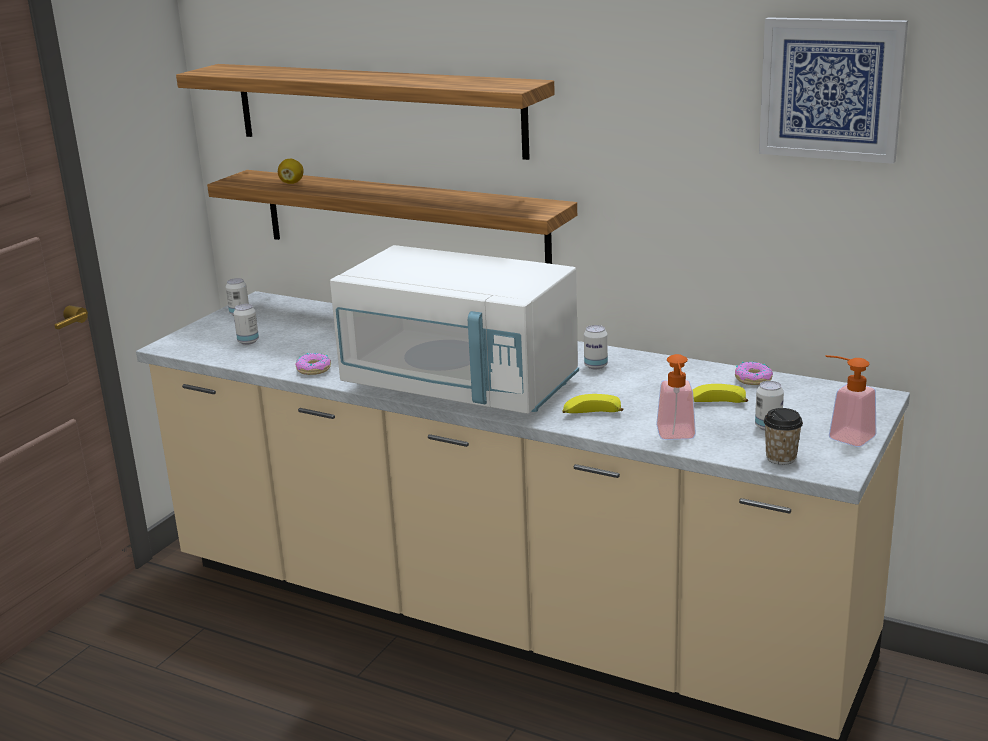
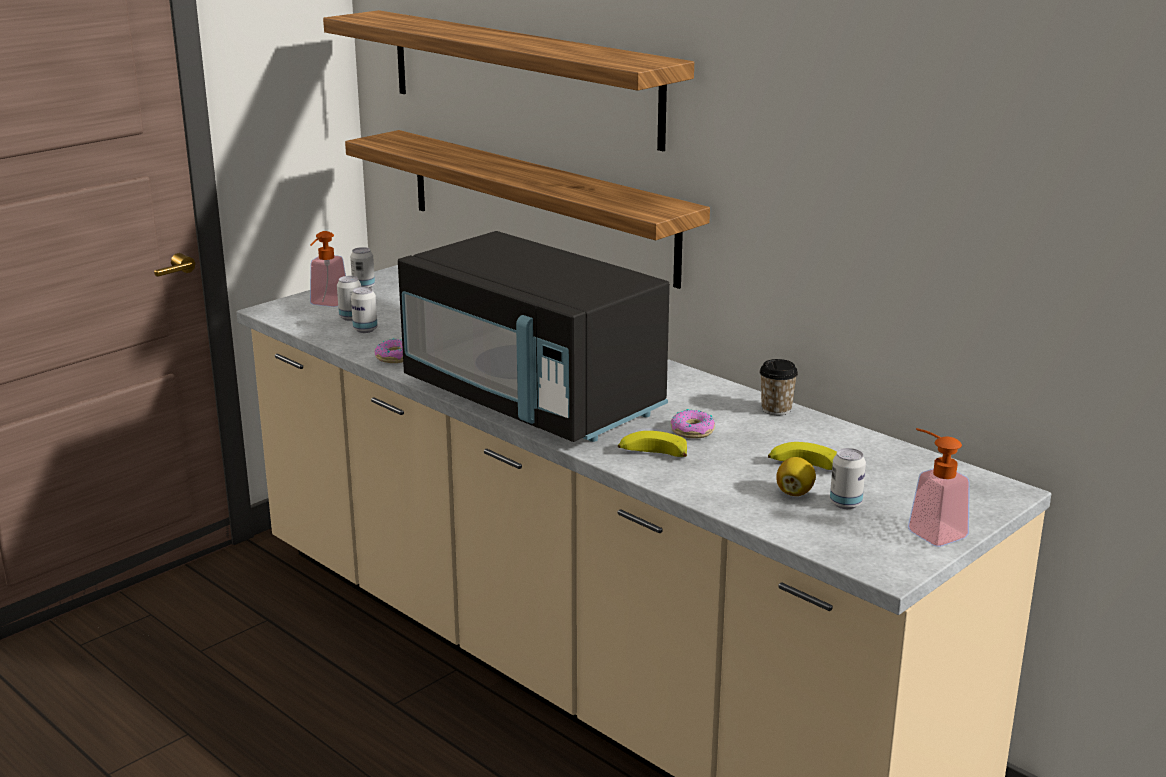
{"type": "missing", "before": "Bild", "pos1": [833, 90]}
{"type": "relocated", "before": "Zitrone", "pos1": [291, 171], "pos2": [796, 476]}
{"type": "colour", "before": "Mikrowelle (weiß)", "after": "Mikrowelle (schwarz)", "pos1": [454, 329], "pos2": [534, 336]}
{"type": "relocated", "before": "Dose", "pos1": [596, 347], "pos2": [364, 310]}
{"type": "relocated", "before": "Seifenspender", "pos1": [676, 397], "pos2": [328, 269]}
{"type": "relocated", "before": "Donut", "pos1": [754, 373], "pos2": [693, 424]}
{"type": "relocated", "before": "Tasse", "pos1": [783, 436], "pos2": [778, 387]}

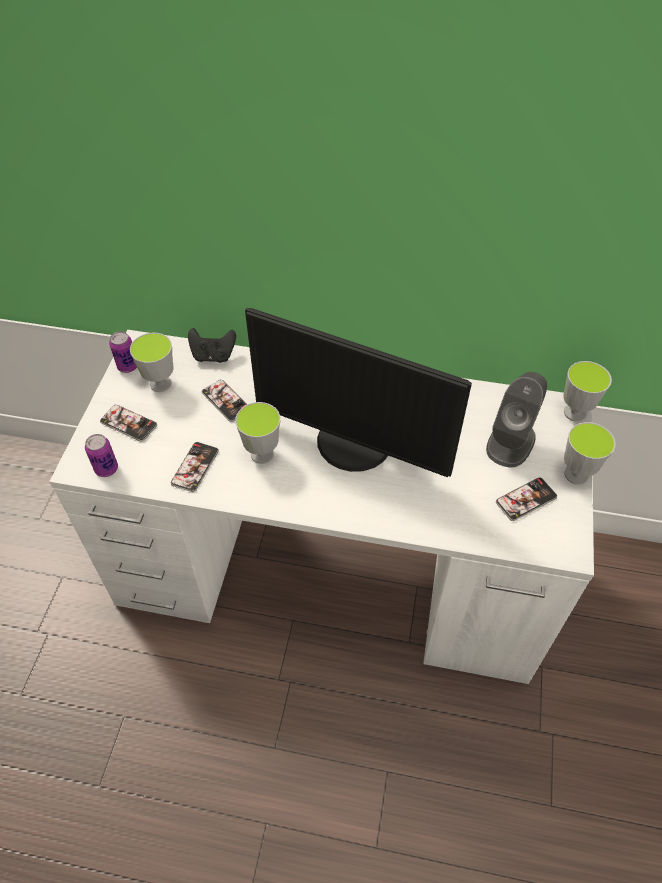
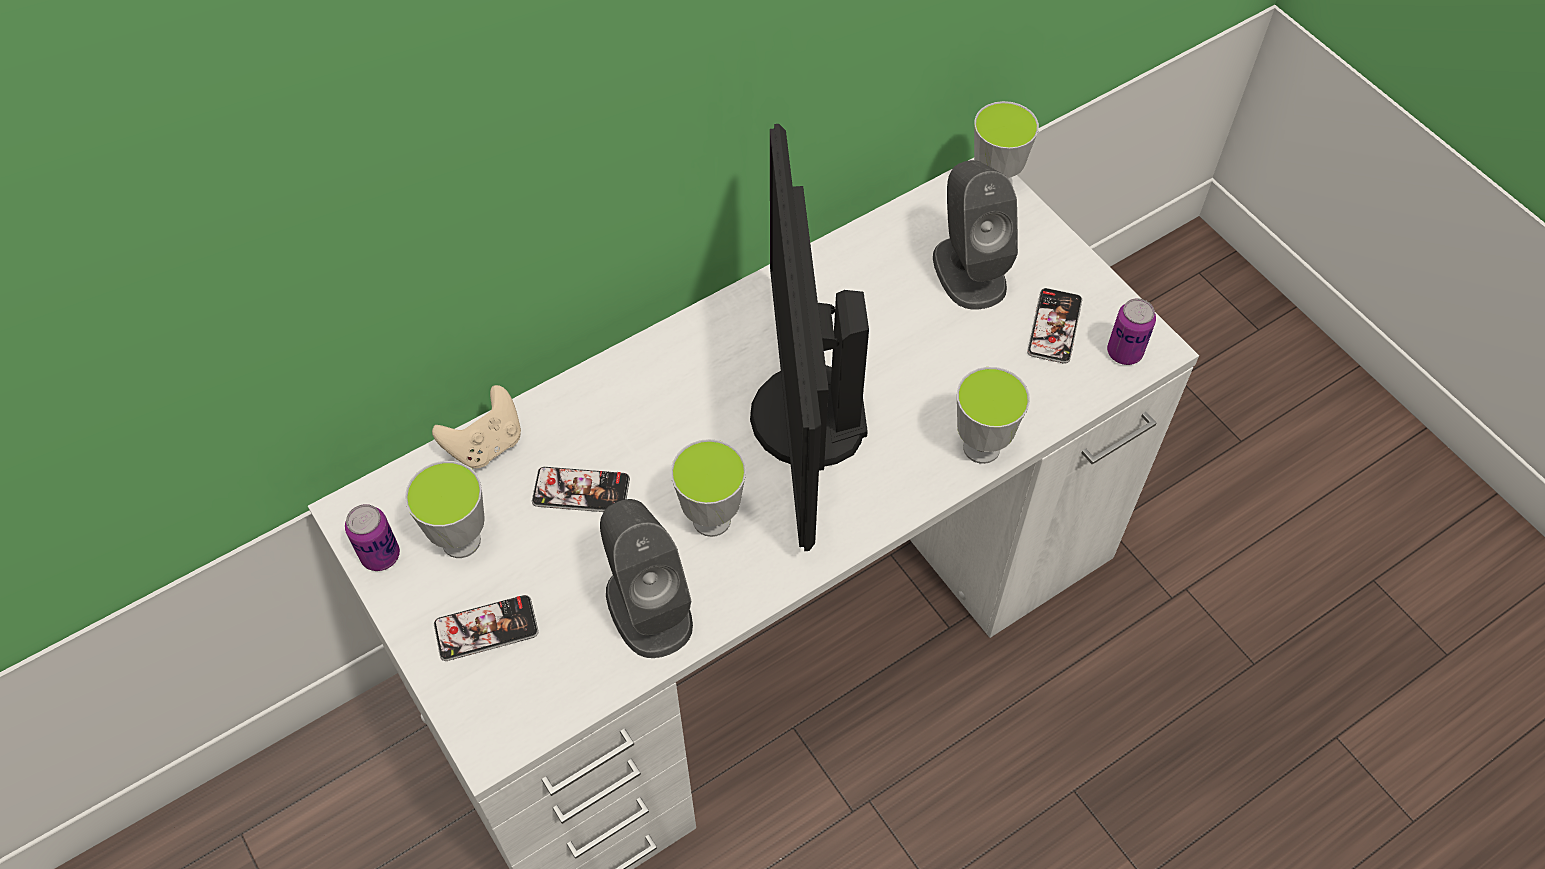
{"type": "spun", "before": "Monitor", "pos1": [358, 392], "pos2": [809, 337], "turn": 105}
{"type": "colour", "before": "Gamepad (schwarz)", "after": "Gamepad (beige)", "pos1": [212, 345], "pos2": [476, 427]}
{"type": "relocated", "before": "Tasse", "pos1": [590, 453], "pos2": [993, 415]}
{"type": "relocated", "before": "Dose", "pos1": [101, 455], "pos2": [1131, 331]}
{"type": "exchanged", "before": "Handy", "after": "Lautsprecher (grau)", "pos1": [195, 467], "pos2": [646, 578]}

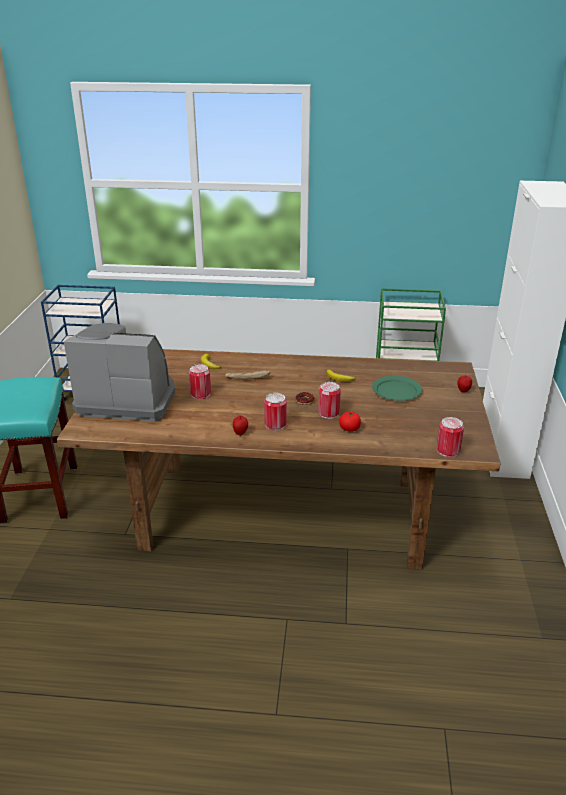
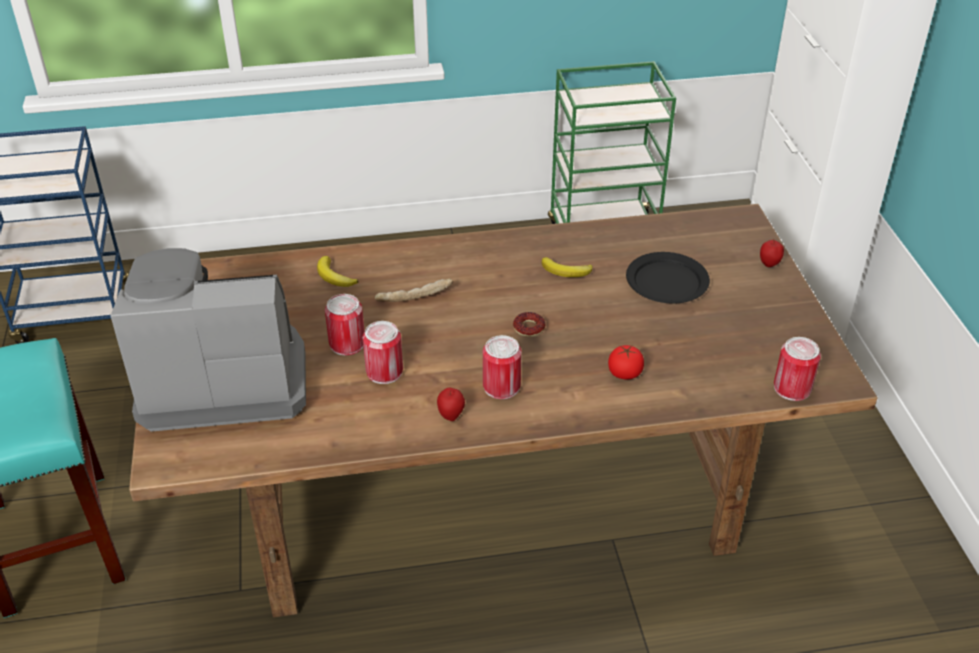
{"type": "colour", "before": "Teller (grün)", "after": "Teller (schwarz)", "pos1": [397, 388], "pos2": [668, 277]}
{"type": "relocated", "before": "Dose", "pos1": [329, 400], "pos2": [383, 352]}

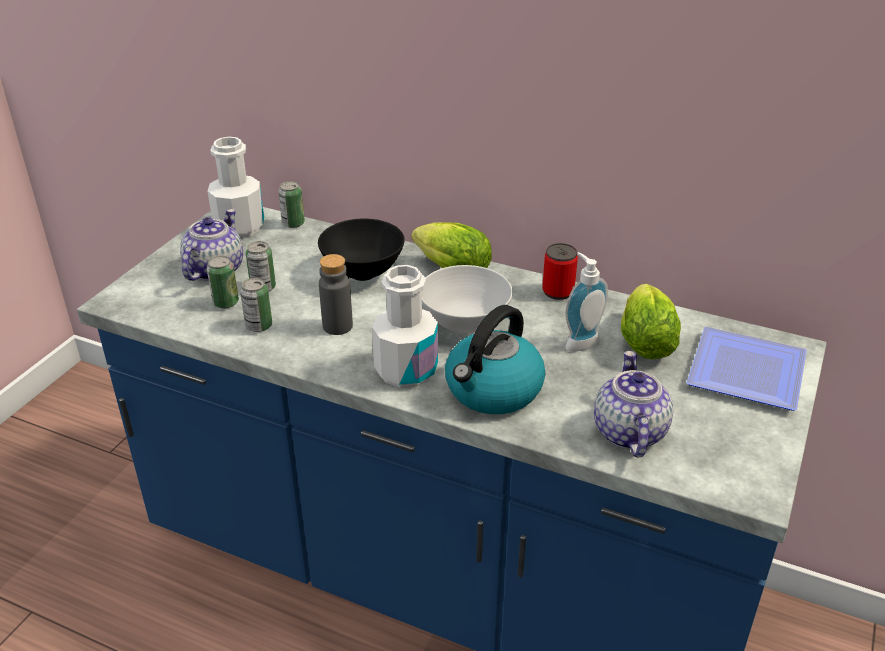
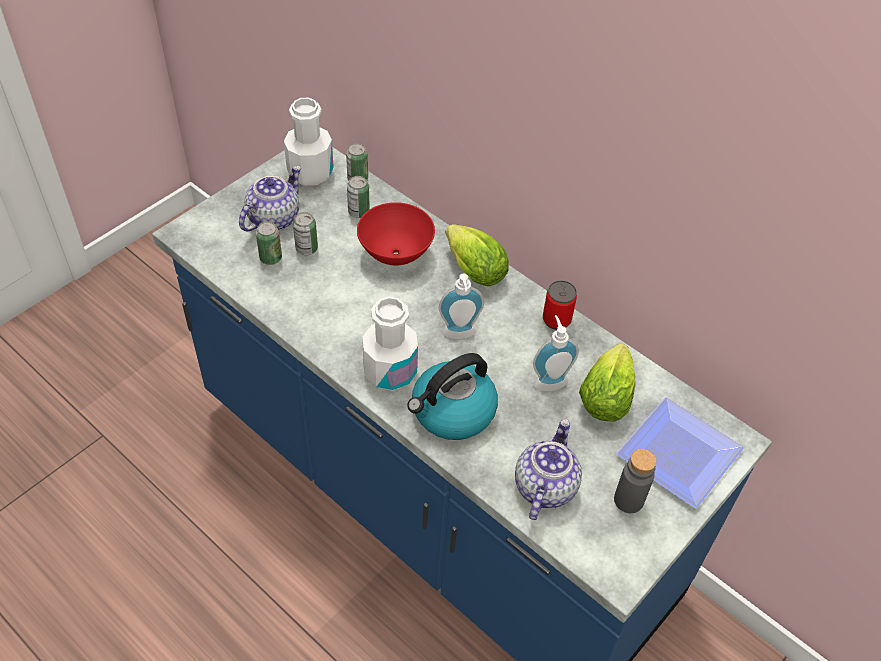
{"type": "colour", "before": "Schüssel (schwarz)", "after": "Schüssel (rot)", "pos1": [361, 250], "pos2": [396, 233]}
{"type": "relocated", "before": "Flasche (grau)", "pos1": [336, 294], "pos2": [635, 481]}
{"type": "exchanged", "before": "Schüssel (weiß)", "after": "Seifenspender", "pos1": [467, 299], "pos2": [461, 306]}
{"type": "relocated", "before": "Dose", "pos1": [256, 305], "pos2": [358, 197]}

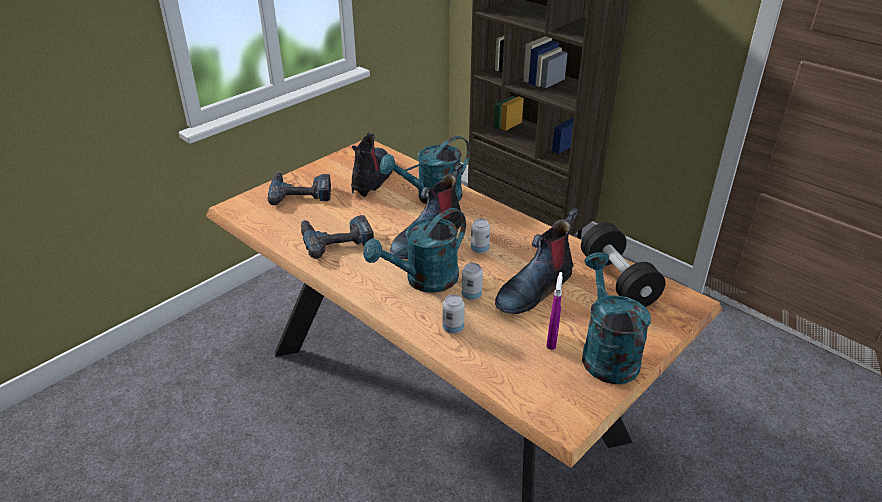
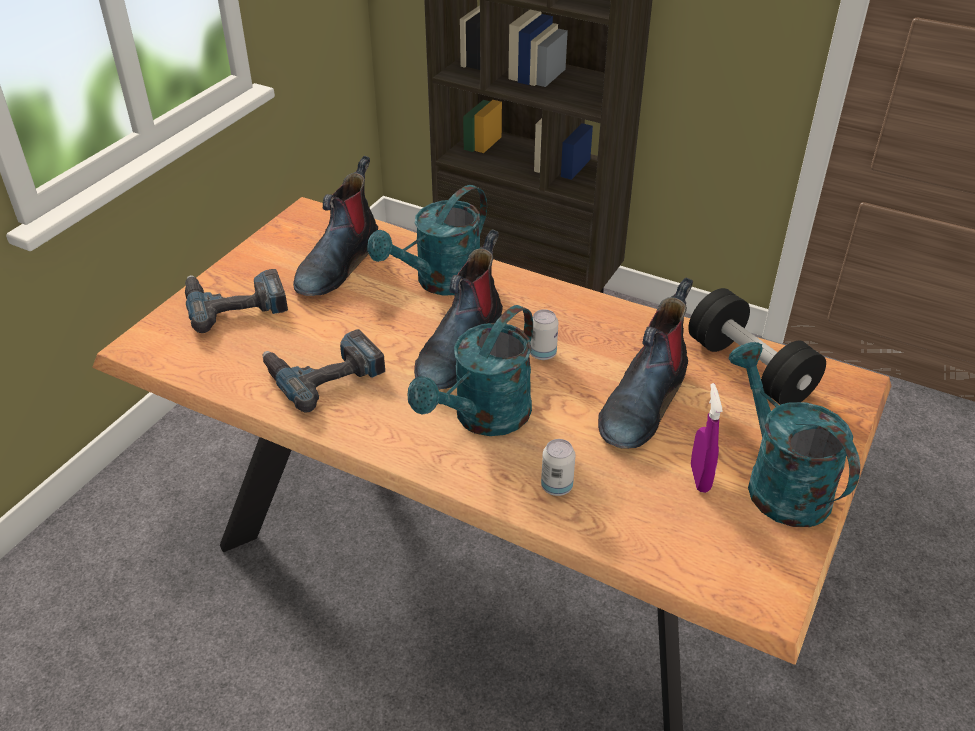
{"type": "spun", "before": "Stiefel", "pos1": [372, 165], "pos2": [335, 226], "turn": -150}
{"type": "missing", "before": "Dose", "pos1": [472, 281]}

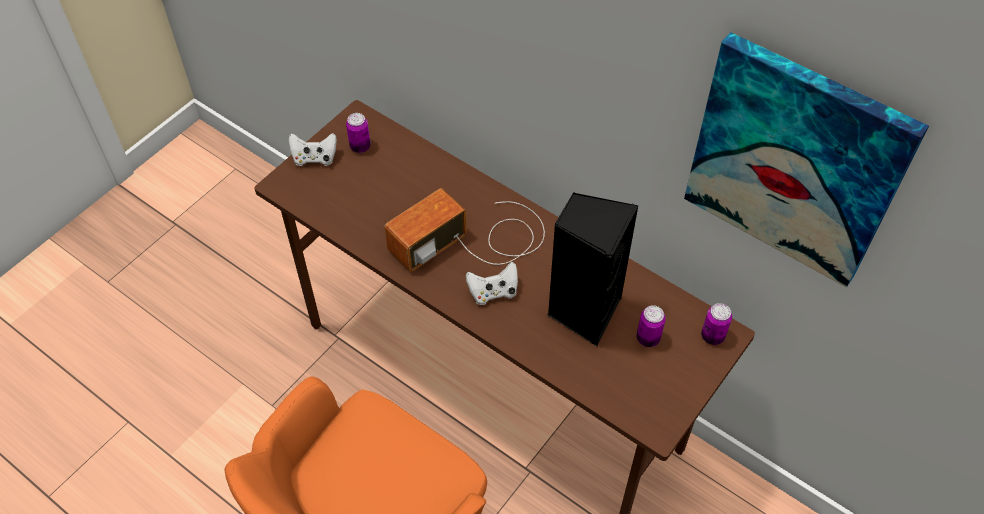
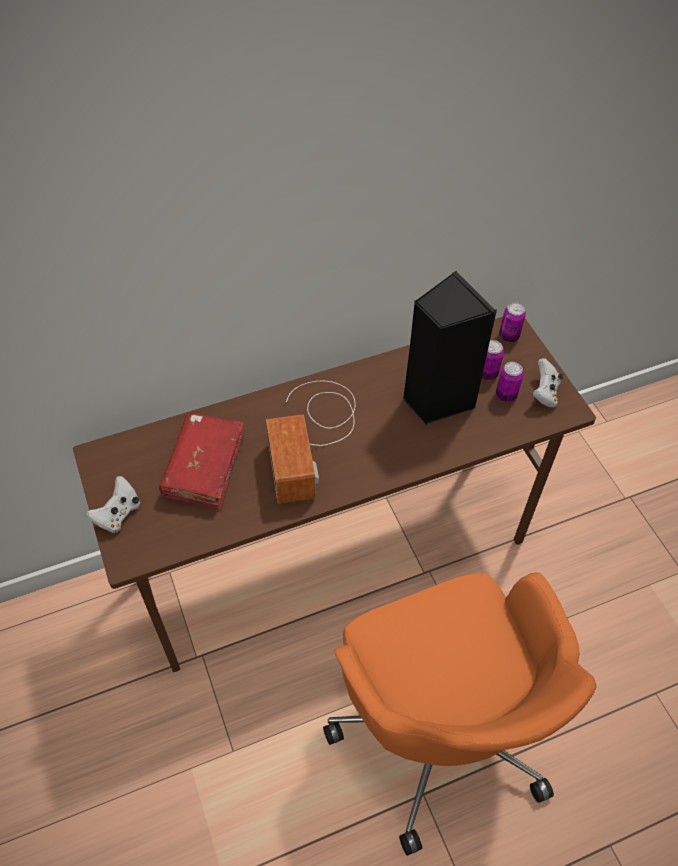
{"type": "missing", "before": "Bild", "pos1": [806, 159]}
{"type": "relocated", "before": "Dose", "pos1": [358, 133], "pos2": [510, 382]}
{"type": "relocated", "before": "Gamepad (weiß)", "pos1": [492, 283], "pos2": [548, 382]}
{"type": "appeared", "after": "Buch (rot)", "pos2": [201, 461]}

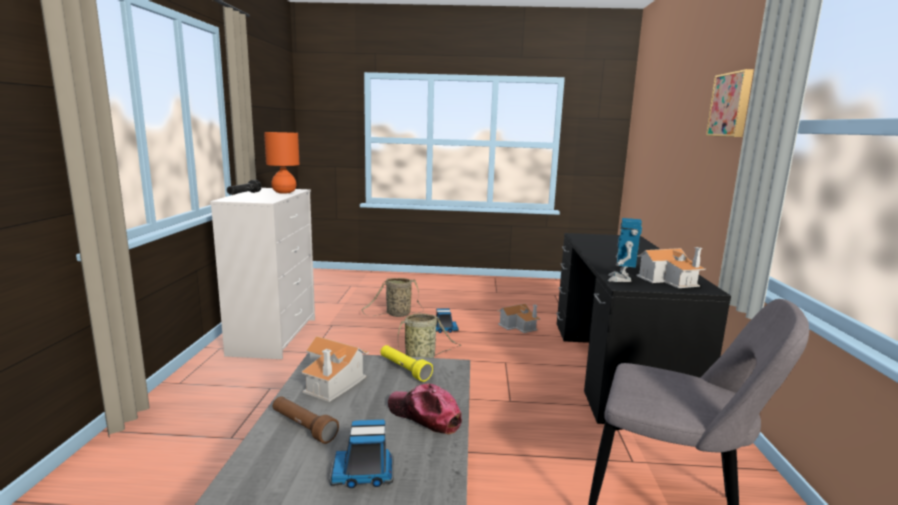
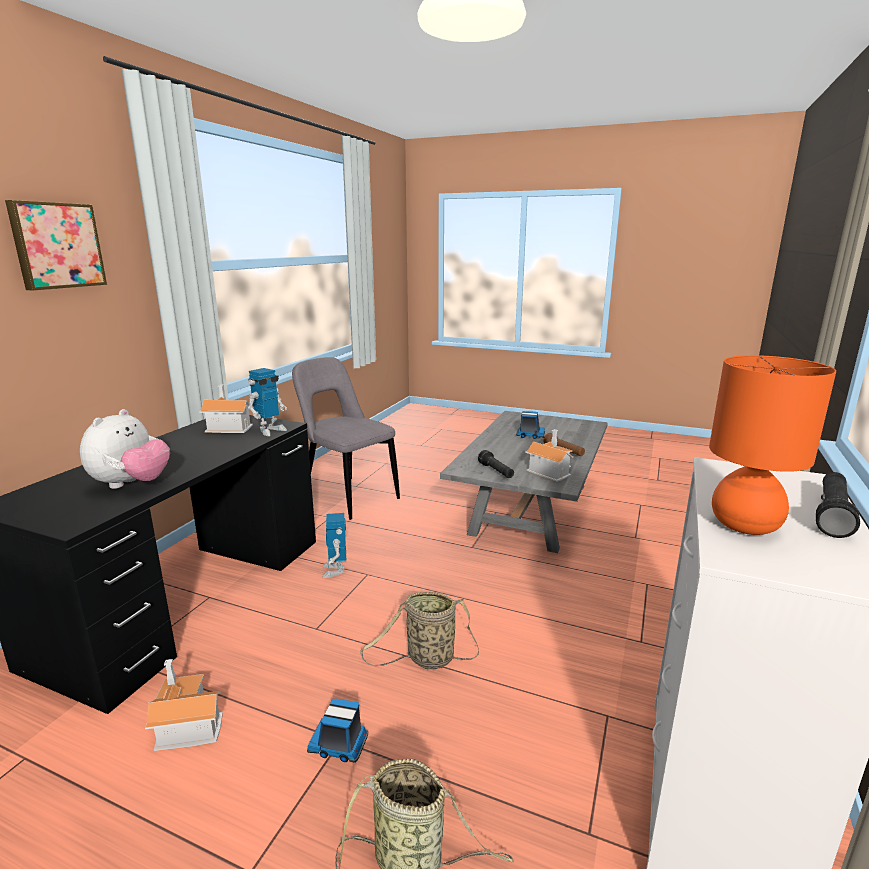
{"type": "colour", "before": "Taschenlampe (gelb)", "after": "Taschenlampe (schwarz)", "pos1": [406, 363], "pos2": [496, 464]}
{"type": "missing", "before": "Kappe", "pos1": [425, 408]}
{"type": "appeared", "after": "Plüschtier", "pos2": [125, 449]}
{"type": "appeared", "after": "Spielzeugroboter", "pos2": [334, 545]}

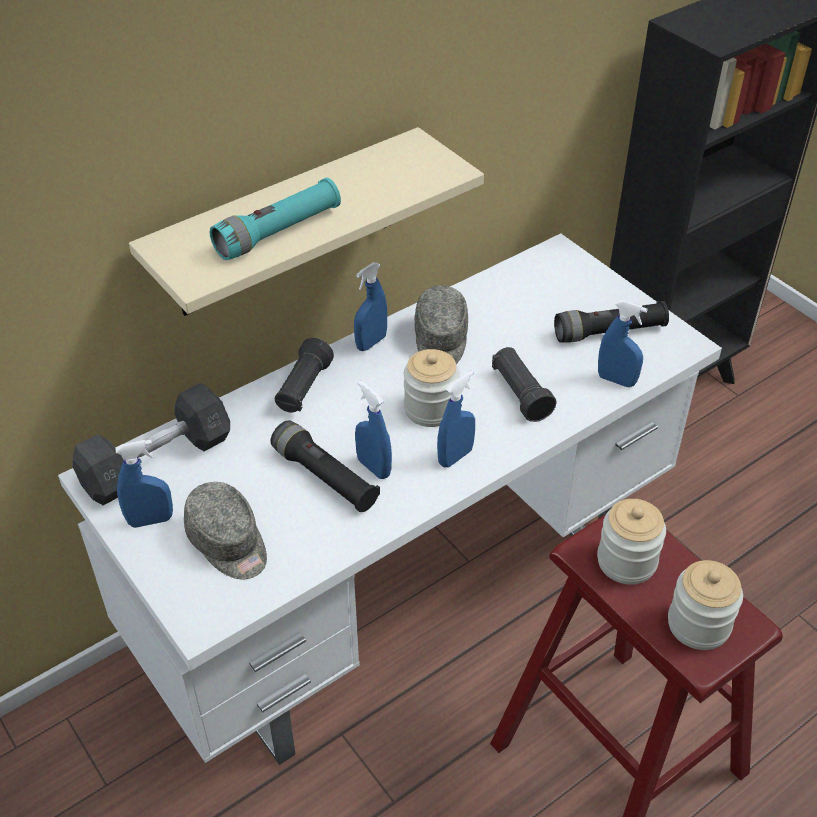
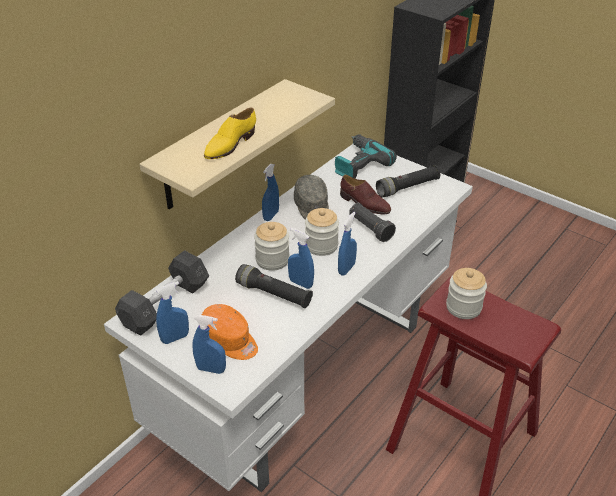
{"type": "exchanged", "before": "Taschenlampe (türkis)", "after": "Schuh (gelb)", "pos1": [275, 219], "pos2": [230, 133]}
{"type": "relocated", "before": "Sprühflasche (blau)", "pos1": [622, 343], "pos2": [209, 344]}
{"type": "missing", "before": "Taschenlampe (schwarz)", "pos1": [304, 375]}
{"type": "colour", "before": "Kappe (grau)", "after": "Kappe (orange)", "pos1": [225, 530], "pos2": [230, 332]}
{"type": "relocated", "before": "Vorratsglas", "pos1": [705, 605], "pos2": [272, 246]}
{"type": "appeared", "after": "Bohrmaschine", "pos2": [366, 156]}
{"type": "appeared", "after": "Schuh (braun)", "pos2": [365, 194]}

